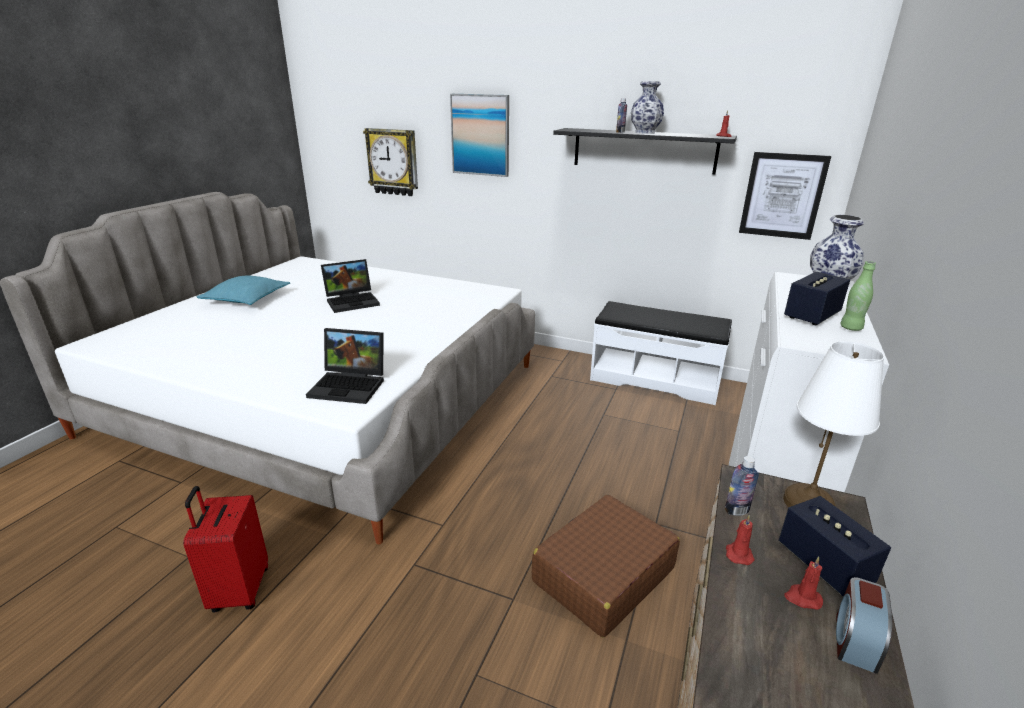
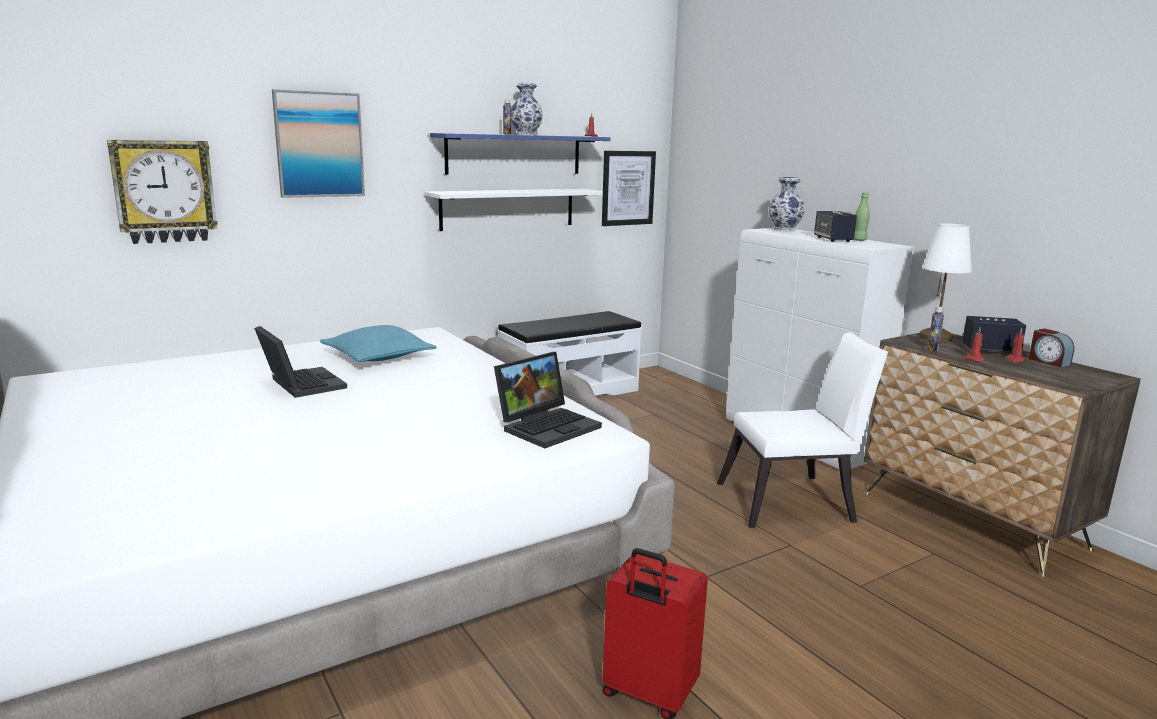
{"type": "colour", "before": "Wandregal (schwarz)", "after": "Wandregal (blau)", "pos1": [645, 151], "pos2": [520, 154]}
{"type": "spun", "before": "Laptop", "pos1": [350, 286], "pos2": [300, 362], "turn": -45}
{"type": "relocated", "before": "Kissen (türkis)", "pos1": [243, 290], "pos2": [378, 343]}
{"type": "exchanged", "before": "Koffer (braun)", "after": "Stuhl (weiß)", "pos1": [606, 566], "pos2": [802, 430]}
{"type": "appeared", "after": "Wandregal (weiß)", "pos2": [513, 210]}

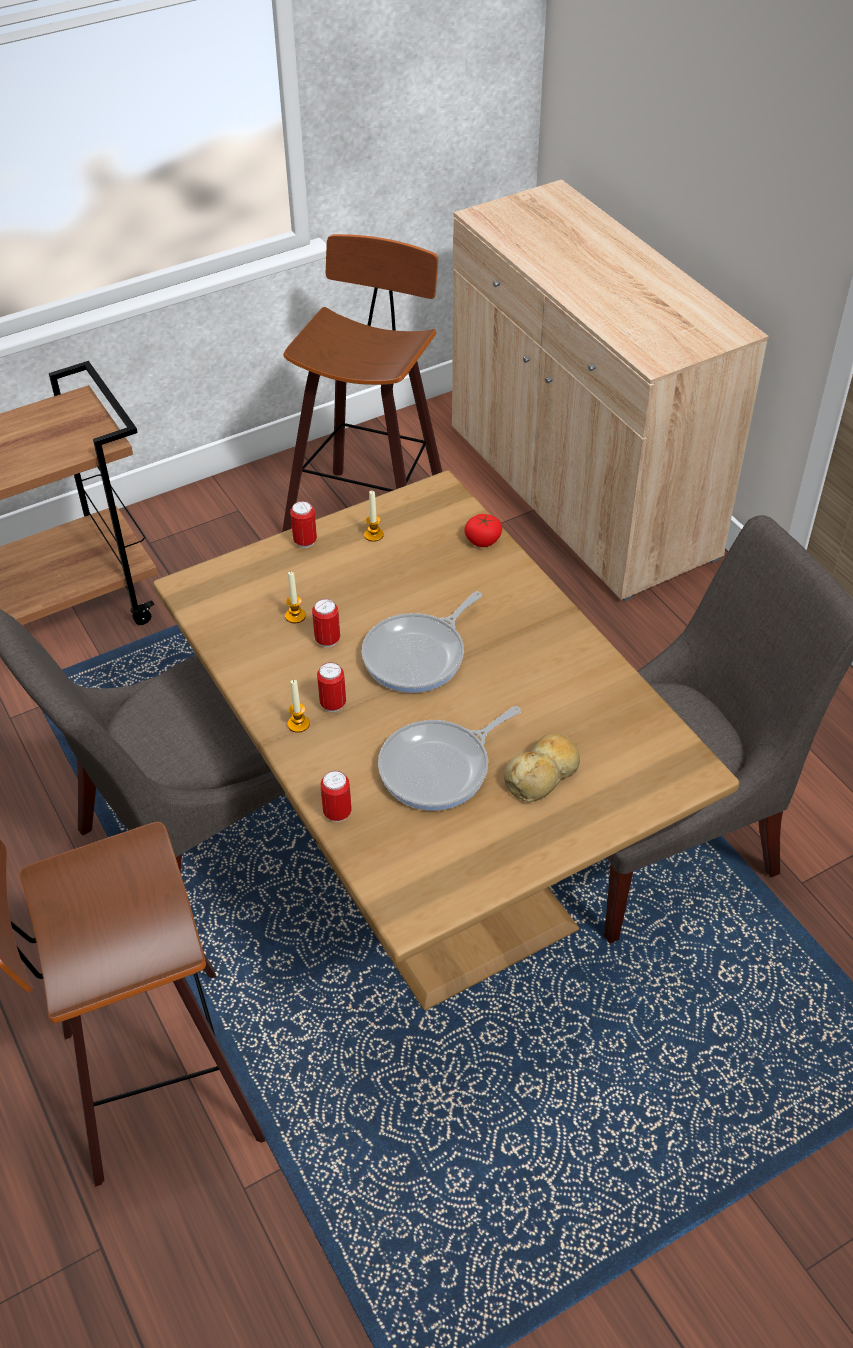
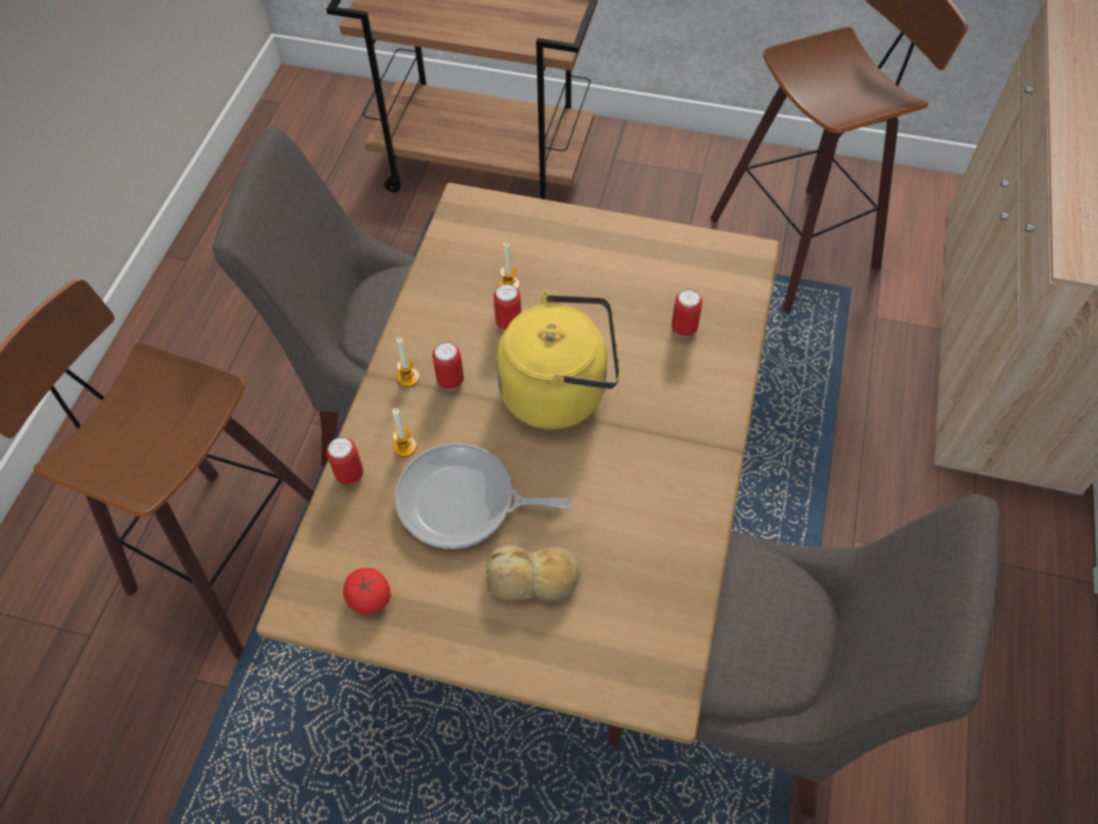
{"type": "relocated", "before": "Kerze", "pos1": [374, 516], "pos2": [404, 432]}
{"type": "relocated", "before": "Dose", "pos1": [303, 524], "pos2": [687, 313]}
{"type": "relocated", "before": "Tomate", "pos1": [483, 530], "pos2": [367, 591]}
{"type": "exchanged", "before": "Pfanne", "after": "Wasserkessel (gelb)", "pos1": [422, 642], "pos2": [558, 360]}

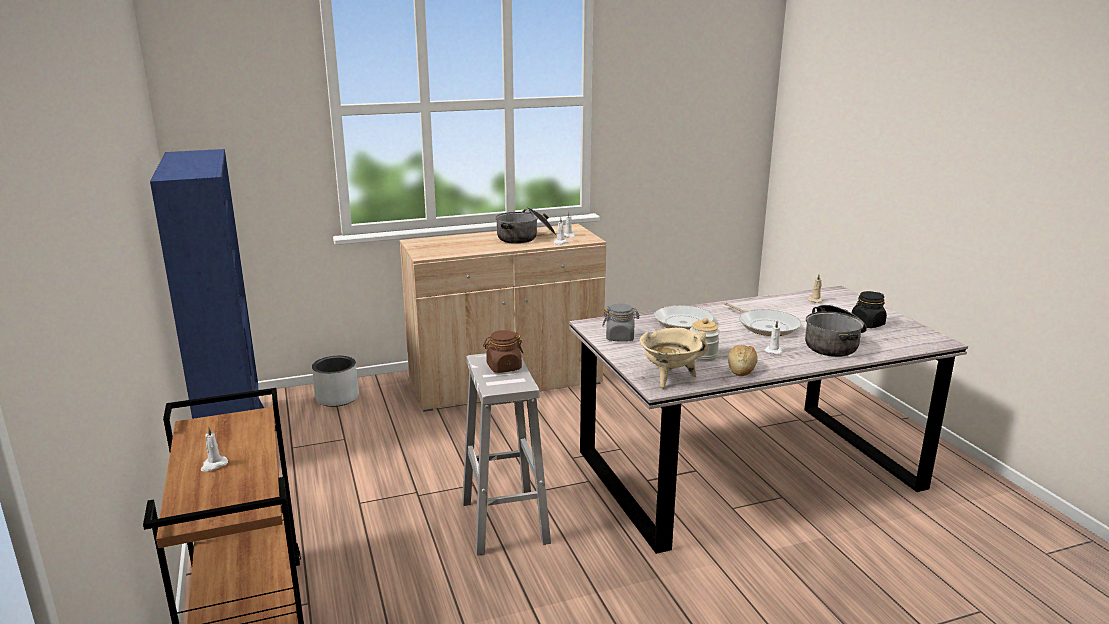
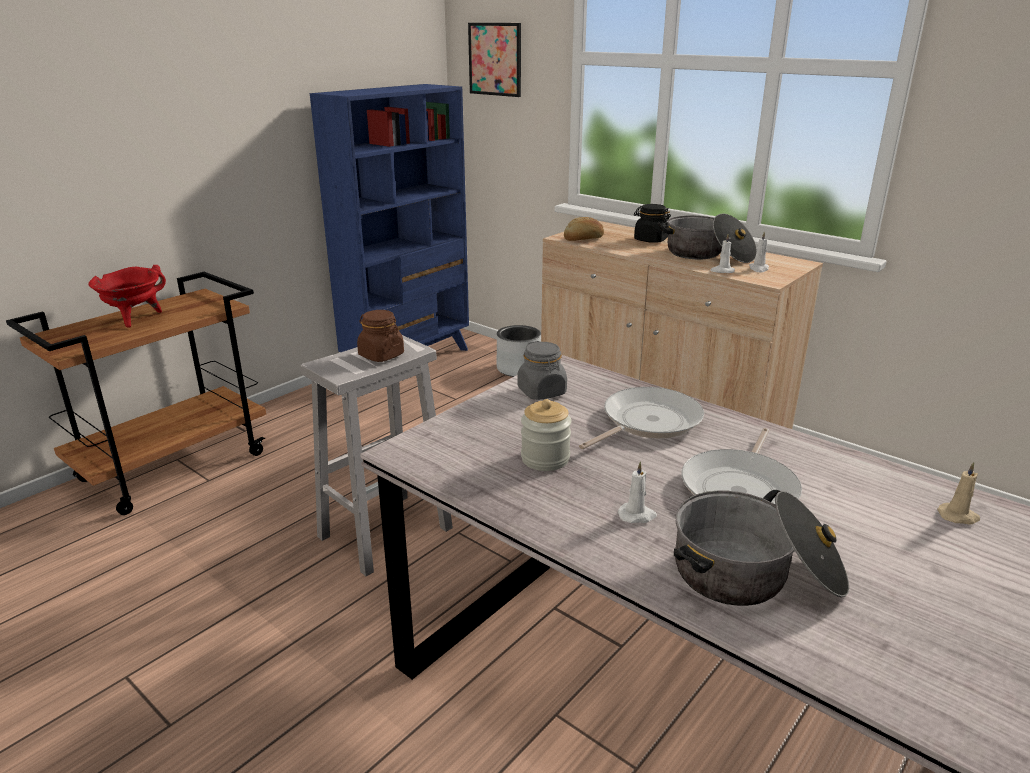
{"type": "relocated", "before": "Vorratsglas (schwarz)", "pos1": [869, 309], "pos2": [652, 223]}
{"type": "missing", "before": "Kochtopf (beige)", "pos1": [674, 358]}
{"type": "relocated", "before": "Brot", "pos1": [743, 360], "pos2": [584, 229]}
{"type": "exchanged", "before": "Kerze (weiß)", "after": "Kochtopf (rot)", "pos1": [214, 448], "pos2": [127, 296]}
{"type": "appeared", "after": "Bild", "pos2": [494, 60]}

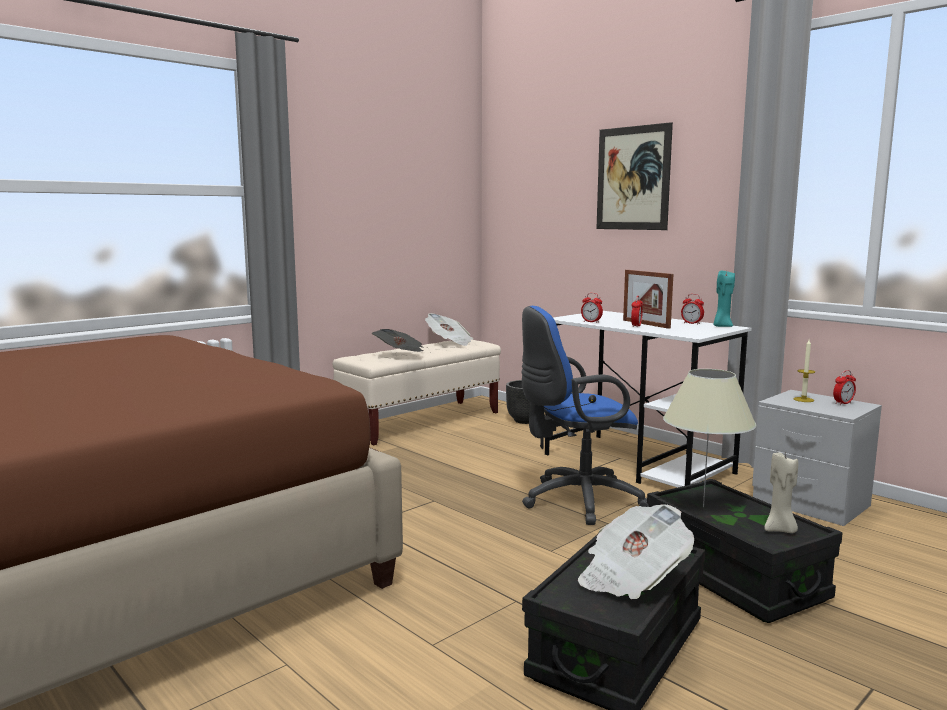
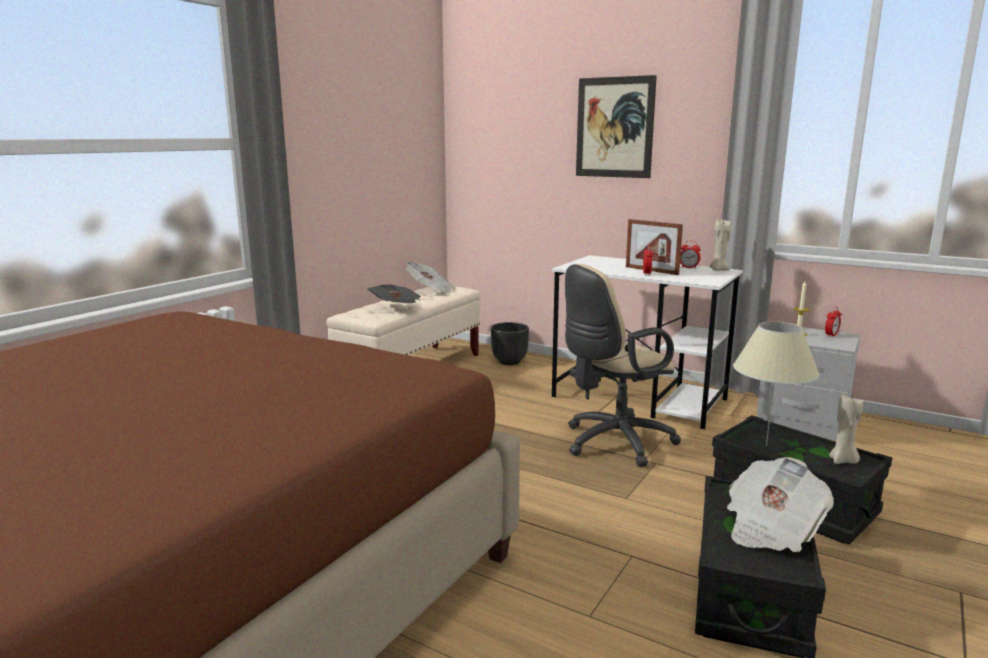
{"type": "colour", "before": "Kerze (türkis)", "after": "Kerze (beige)", "pos1": [724, 299], "pos2": [720, 245]}
{"type": "missing", "before": "Wecker", "pos1": [592, 308]}
{"type": "colour", "before": "Bürostuhl (blau)", "after": "Bürostuhl (beige)", "pos1": [585, 415], "pos2": [623, 365]}

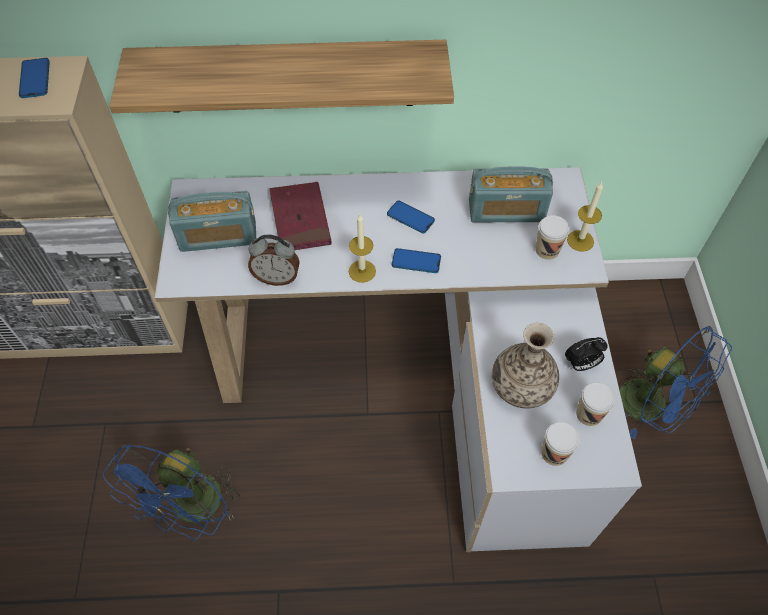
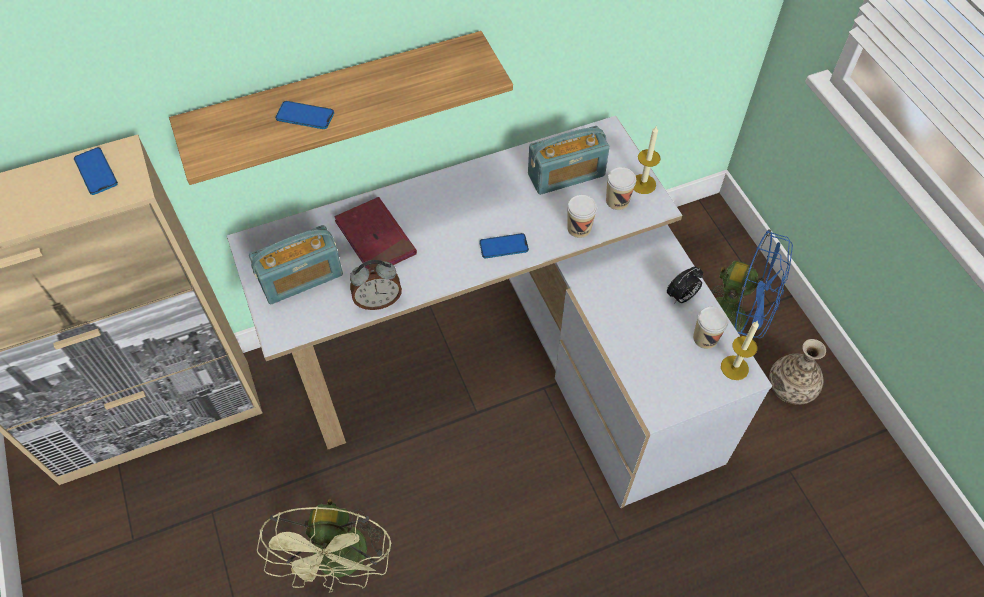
{"type": "relocated", "before": "Handy", "pos1": [411, 217], "pos2": [304, 115]}
{"type": "relocated", "before": "Kerze", "pos1": [362, 248], "pos2": [740, 350]}
{"type": "relocated", "before": "Vase", "pos1": [525, 366], "pos2": [797, 372]}
{"type": "relocated", "before": "Tasse", "pos1": [560, 444], "pos2": [582, 216]}
{"type": "colour", "before": "Ventilator (blau)", "after": "Ventilator (grün)", "pos1": [171, 493], "pos2": [324, 546]}

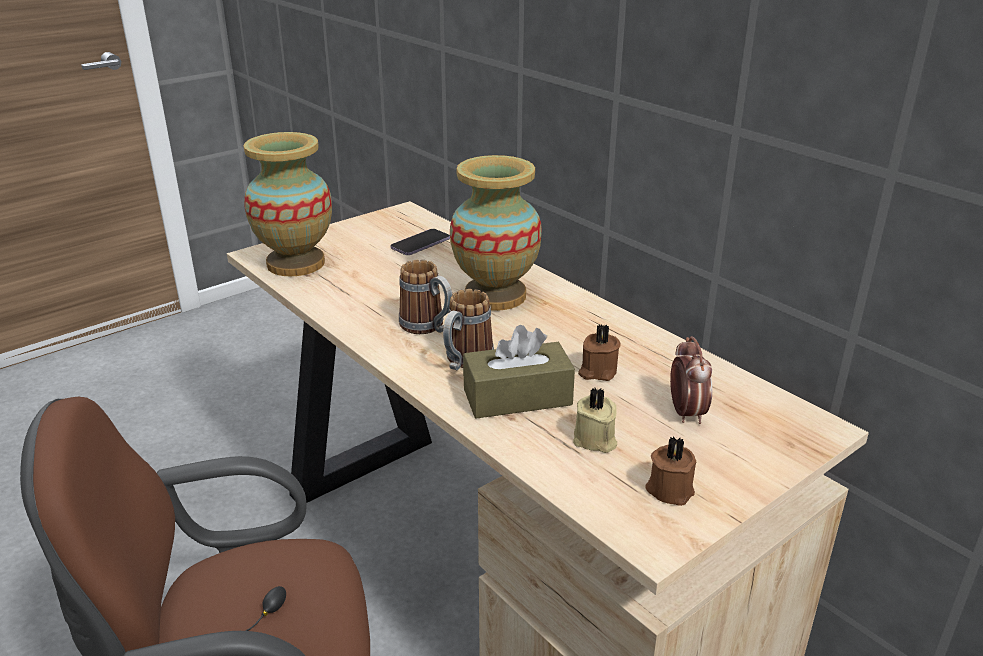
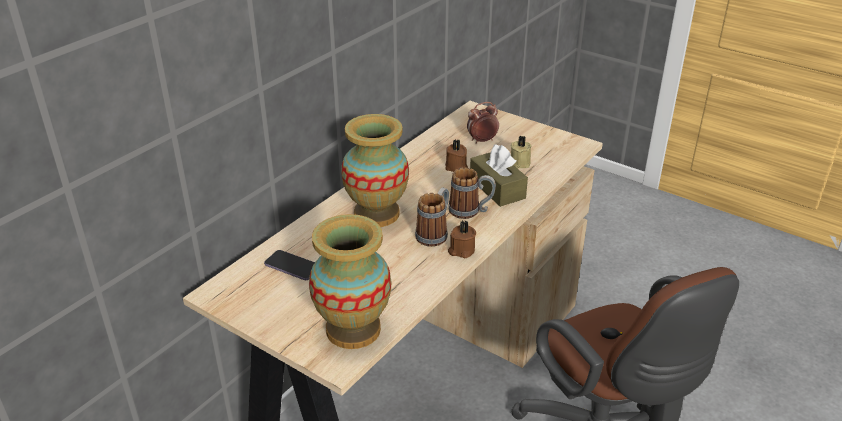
{"type": "relocated", "before": "Kerze (braun)", "pos1": [671, 471], "pos2": [462, 239]}

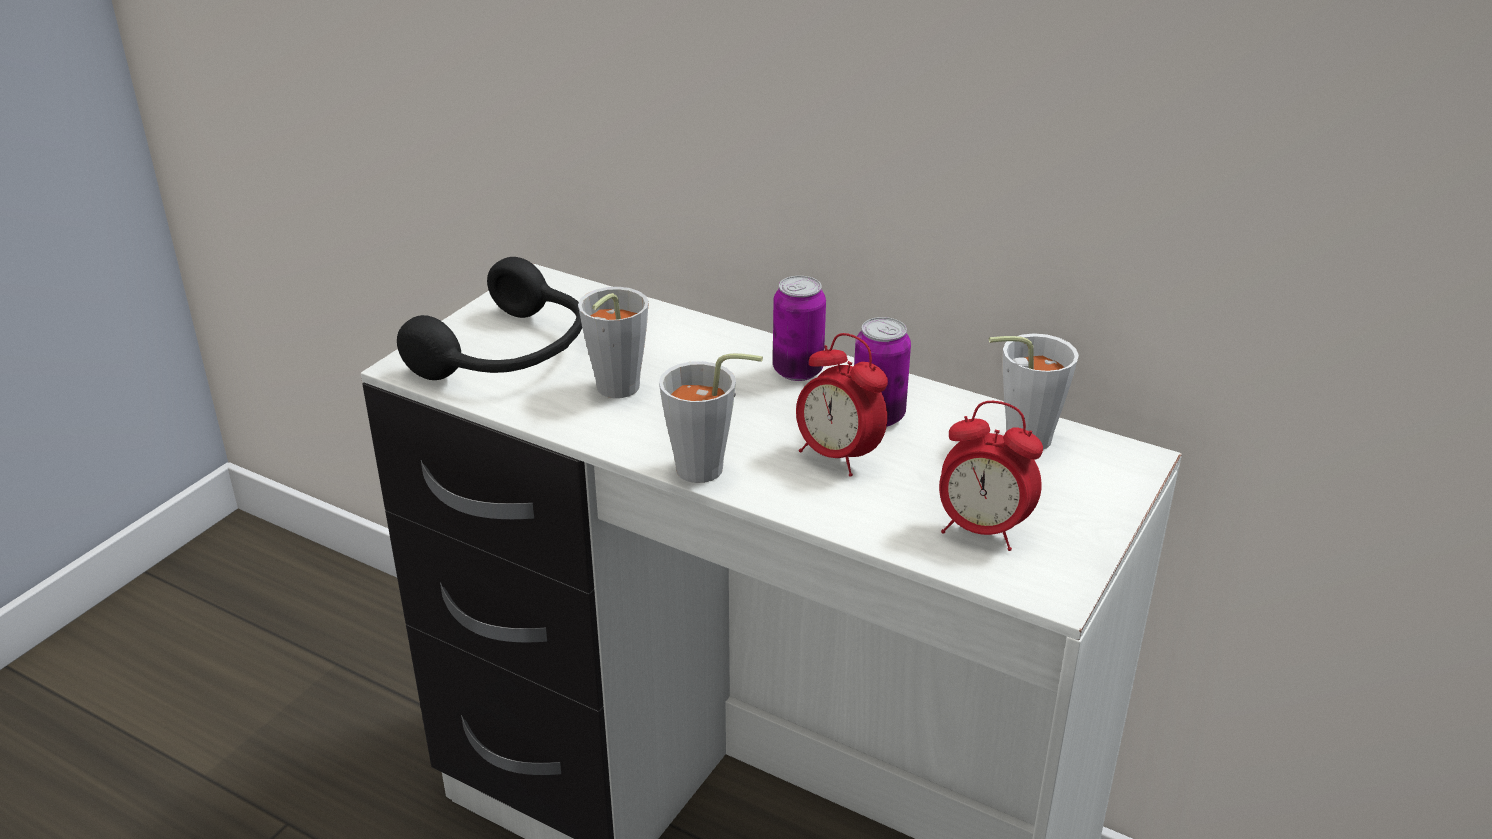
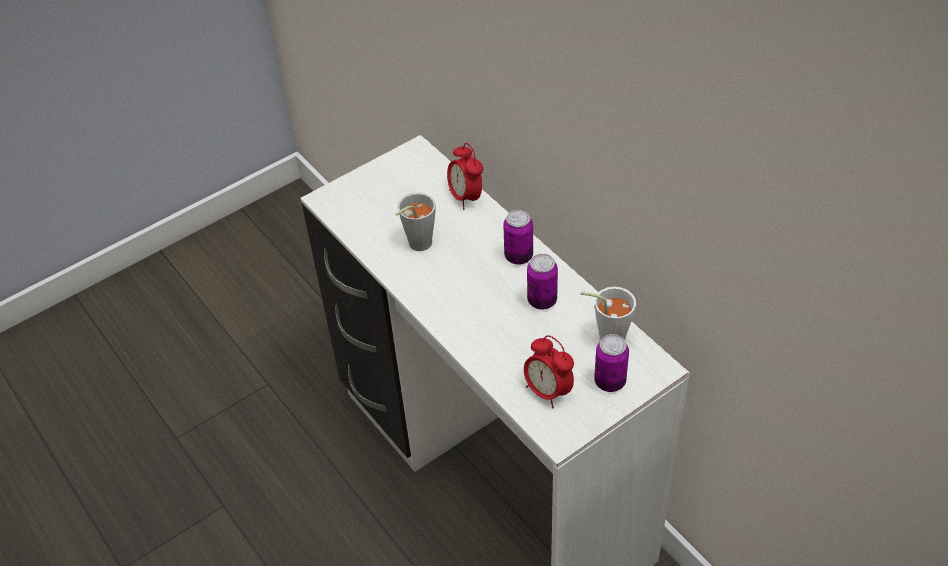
{"type": "missing", "before": "Kopfhörer (schwarz)", "pos1": [489, 318]}
{"type": "relocated", "before": "Wecker", "pos1": [842, 405], "pos2": [465, 176]}
{"type": "missing", "before": "Tasse (grau)", "pos1": [711, 418]}
{"type": "appeared", "after": "Dose", "pos2": [611, 363]}

